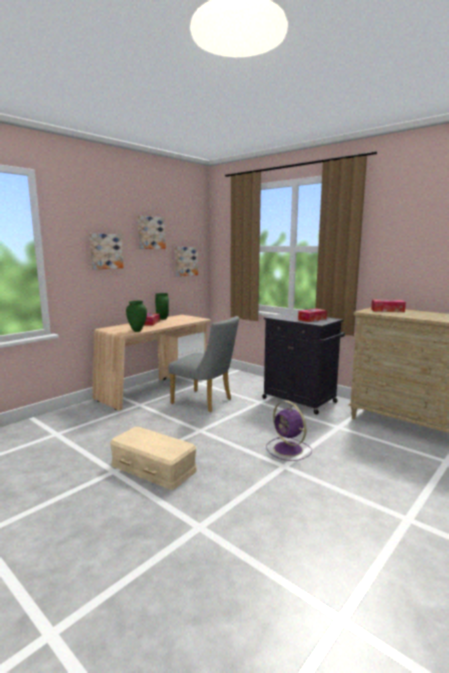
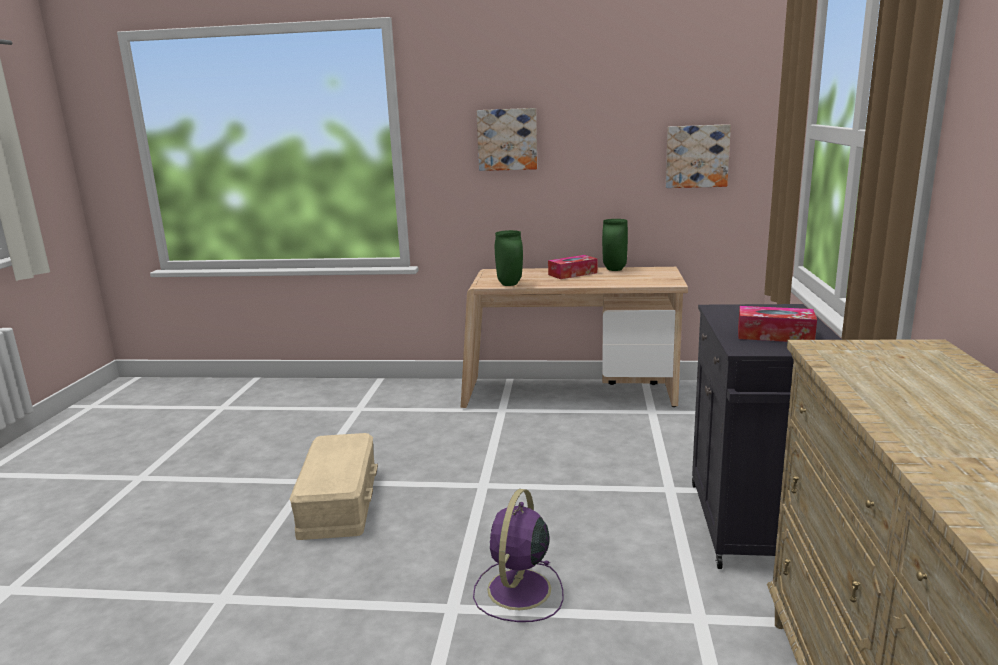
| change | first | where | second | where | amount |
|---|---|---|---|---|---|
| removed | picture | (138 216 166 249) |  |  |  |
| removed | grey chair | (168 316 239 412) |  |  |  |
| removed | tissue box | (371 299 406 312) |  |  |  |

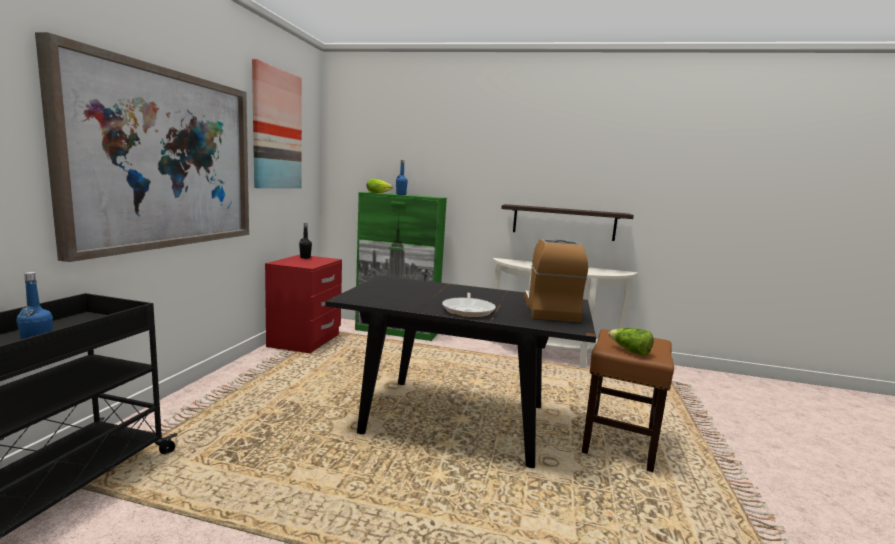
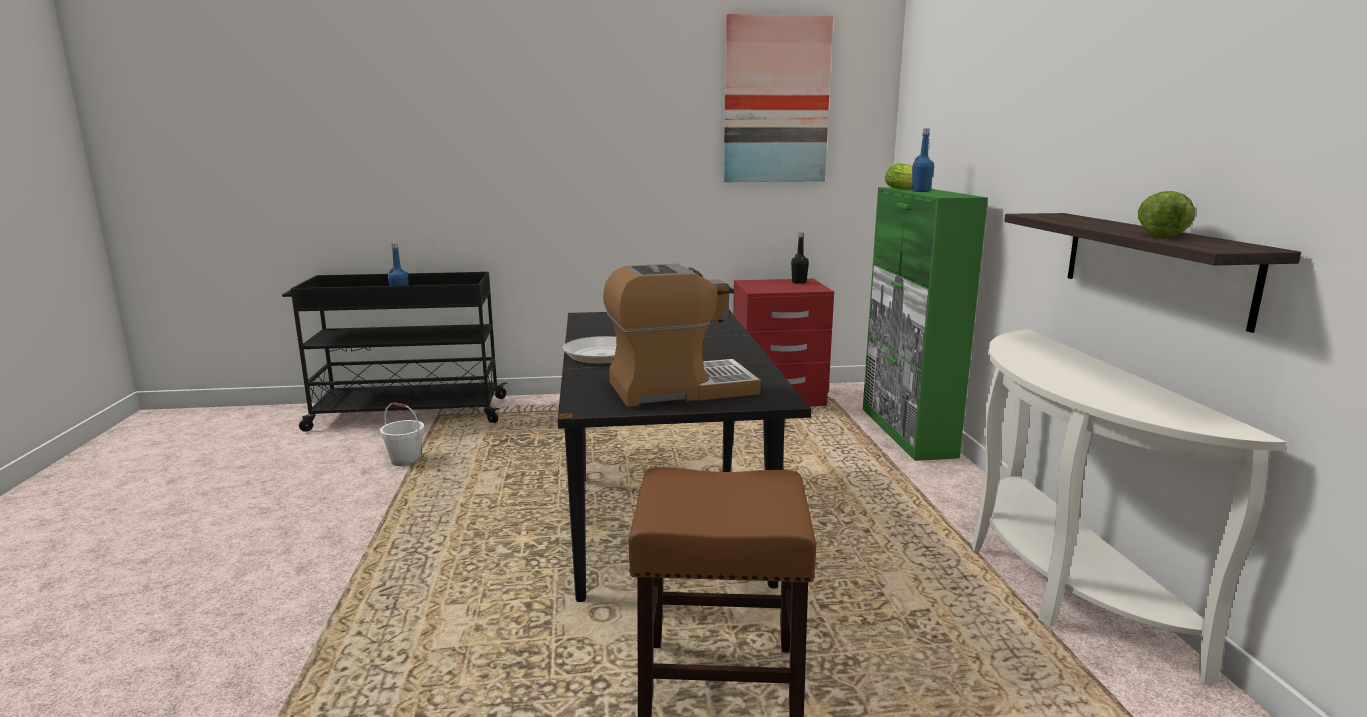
| change | first | where | second | where | amount |
|---|---|---|---|---|---|
| removed | picture | (35 32 249 262) |  |  |  |
| moved | lettuce | (608 328 654 356) |  | (1138 191 1195 237) |  |
| added |  |  | white bucket | (380 402 425 466) |  |

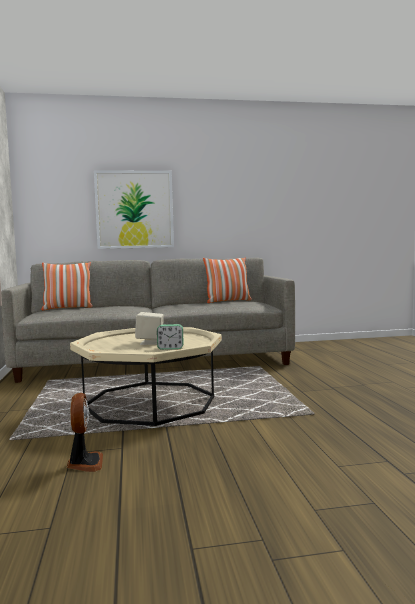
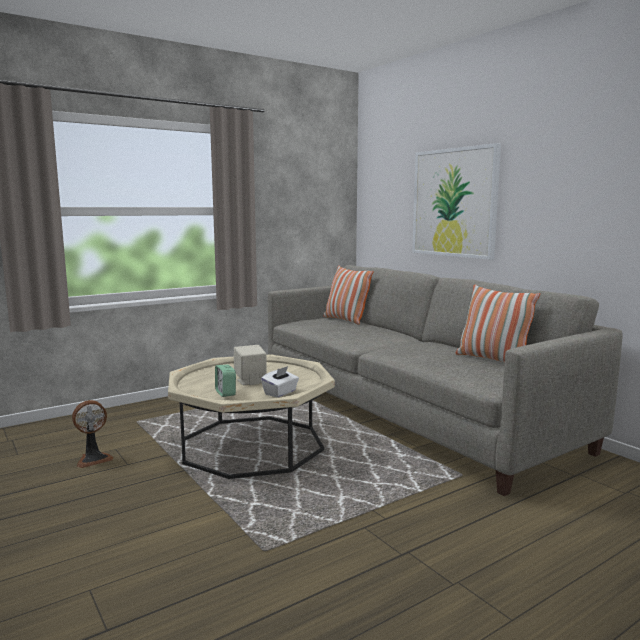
| change | first | where | second | where | amount |
|---|---|---|---|---|---|
| added |  |  | white tissue box | (261 366 299 398) |  |

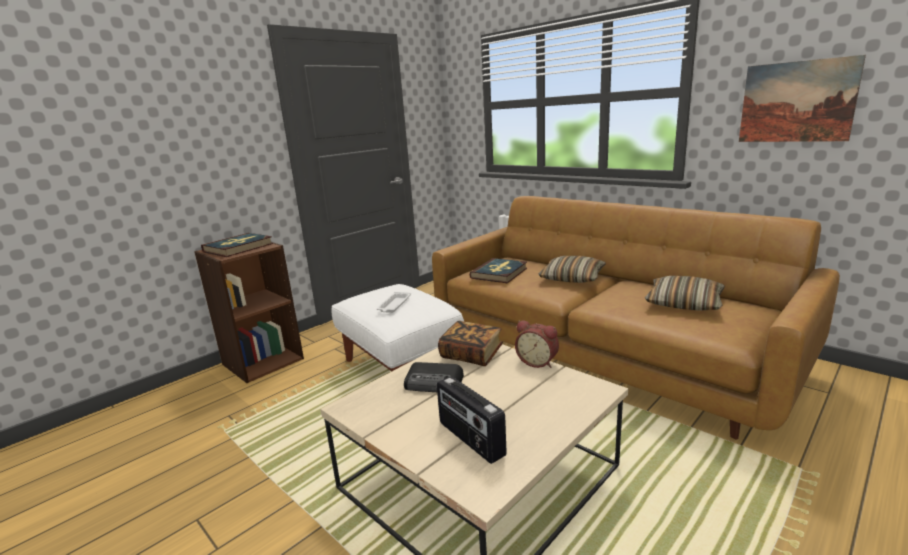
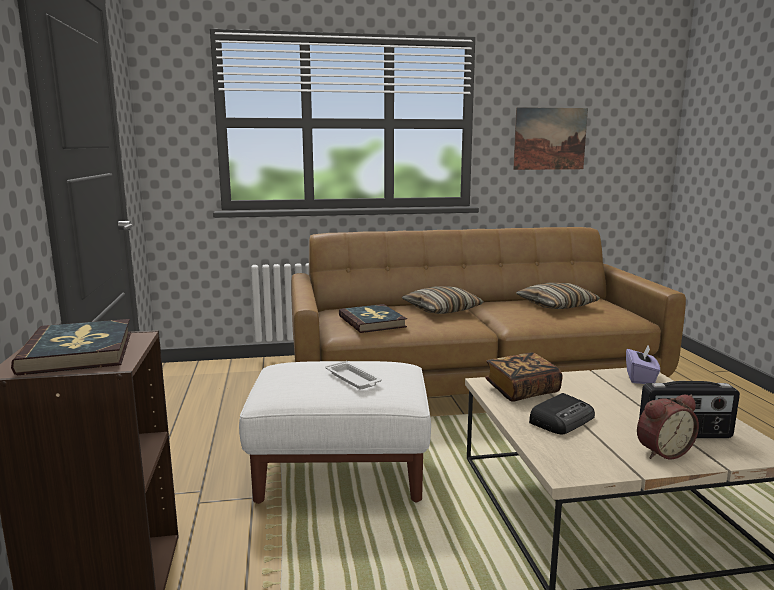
| change | first | where | second | where | amount |
|---|---|---|---|---|---|
| moved | alarm clock | (515 320 559 368) |  | (637 395 699 459) |  |
| added |  |  | purple tissue box | (626 344 660 384) |  |

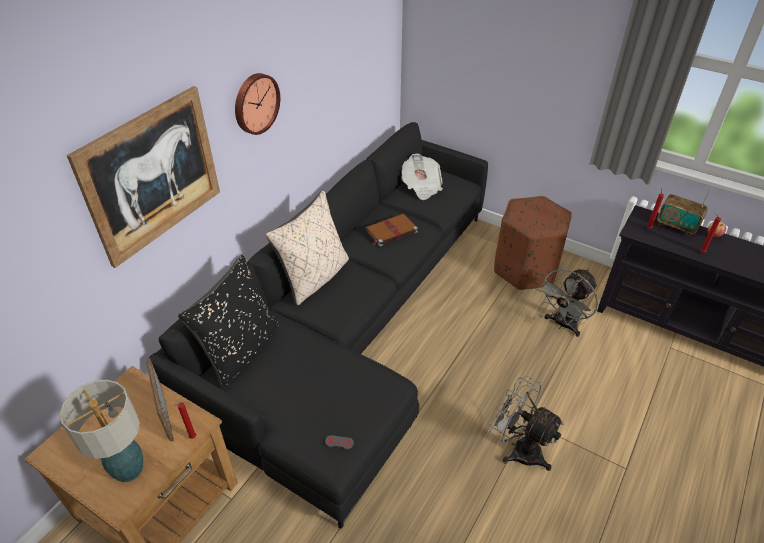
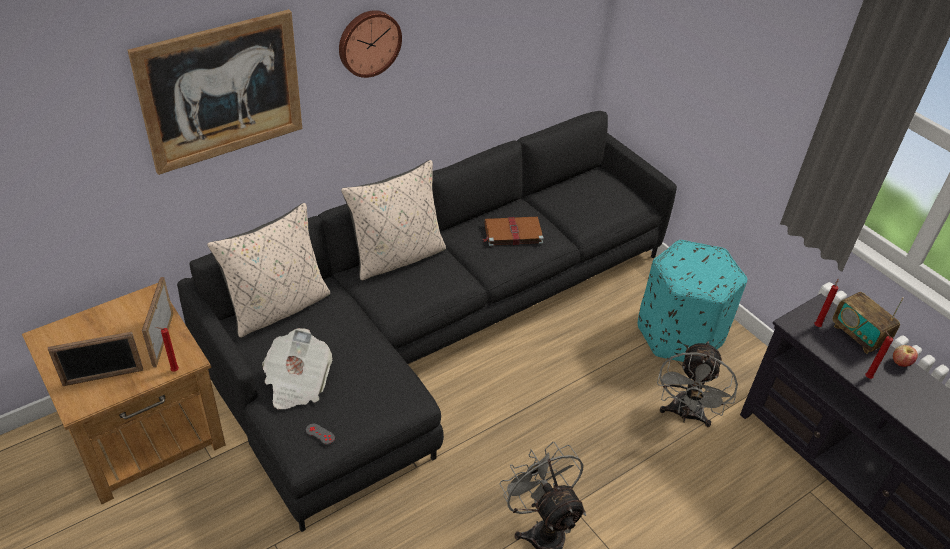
| change | first | where | second | where | amount |
|---|---|---|---|---|---|
| replaced | table lamp | (59 380 143 482) | picture frame | (48 332 143 386) |  |
| recoloured | black pillow | (178 255 279 387) | beige pillow | (207 203 330 338) |  |
| moved | newspaper | (401 154 443 200) |  | (262 328 333 410) |  |
| recoloured | brown ottoman | (494 196 572 290) | turquoise ottoman | (638 240 747 362) |  |
| turned | grey fan | (538 269 598 337) |  | (657 341 738 427) | 45 degrees counterclockwise |

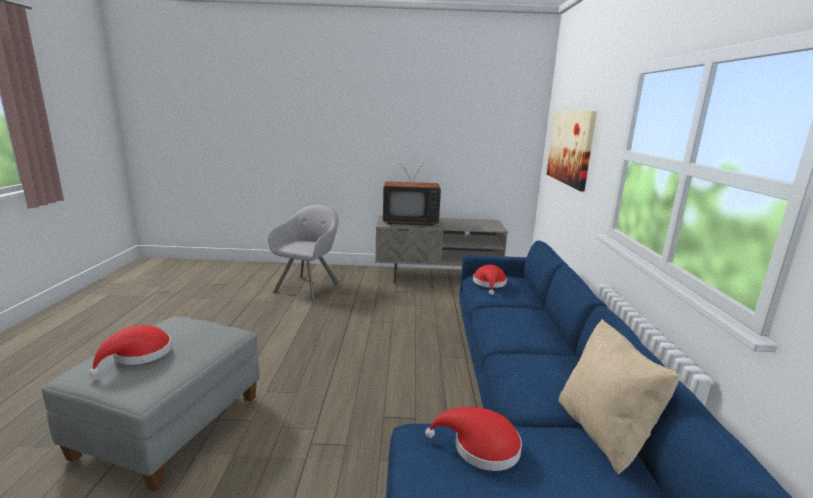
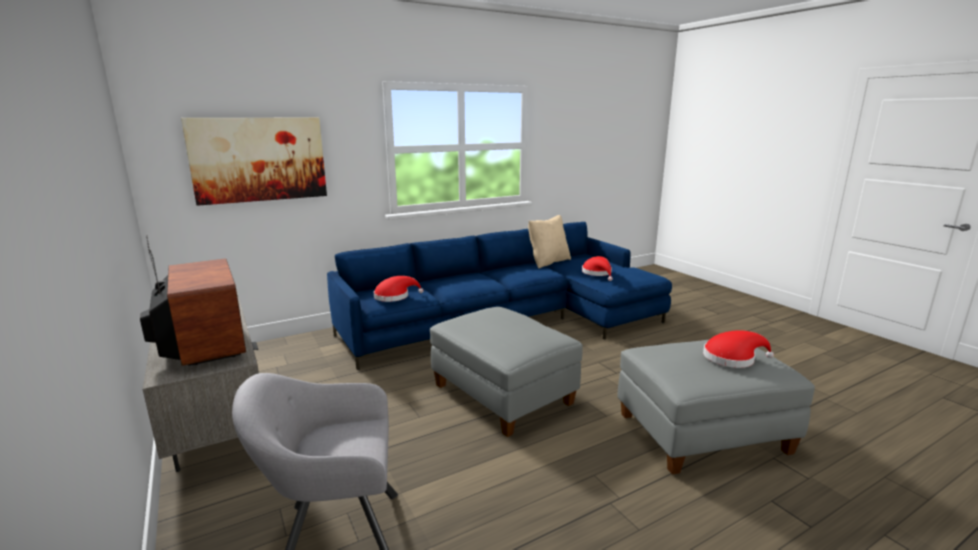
| change | first | where | second | where | amount |
|---|---|---|---|---|---|
| added |  |  | grey ottoman | (430 307 583 437) |  |

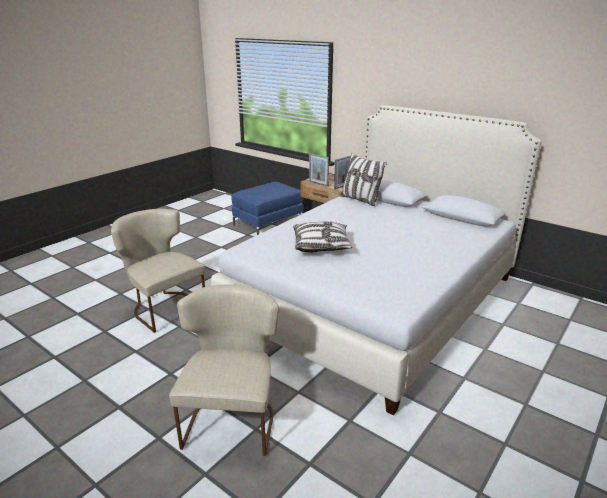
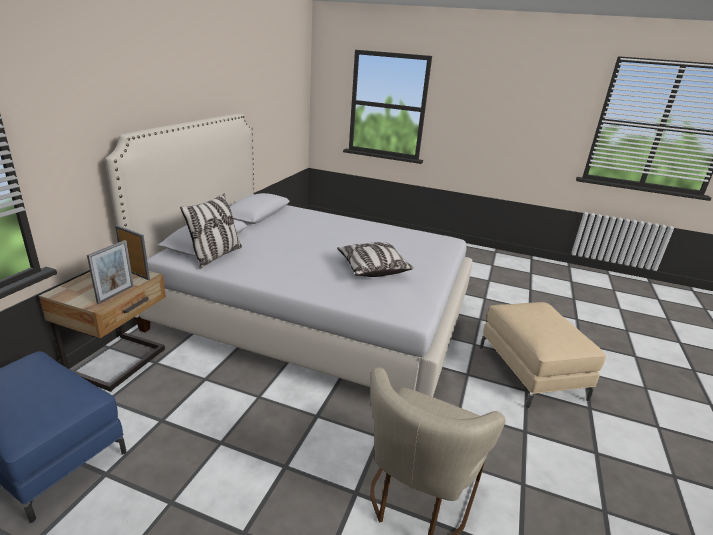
| change | first | where | second | where | amount |
|---|---|---|---|---|---|
| replaced | beige chair | (169 284 279 456) | beige ottoman | (480 302 606 409) |  |

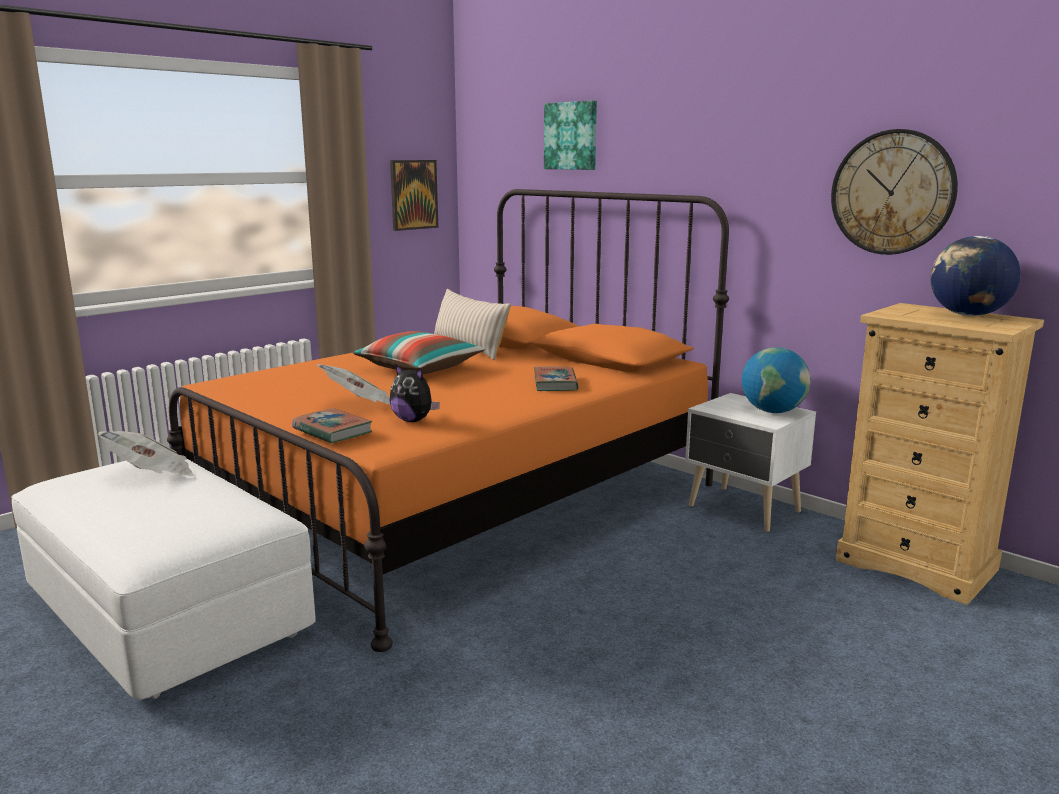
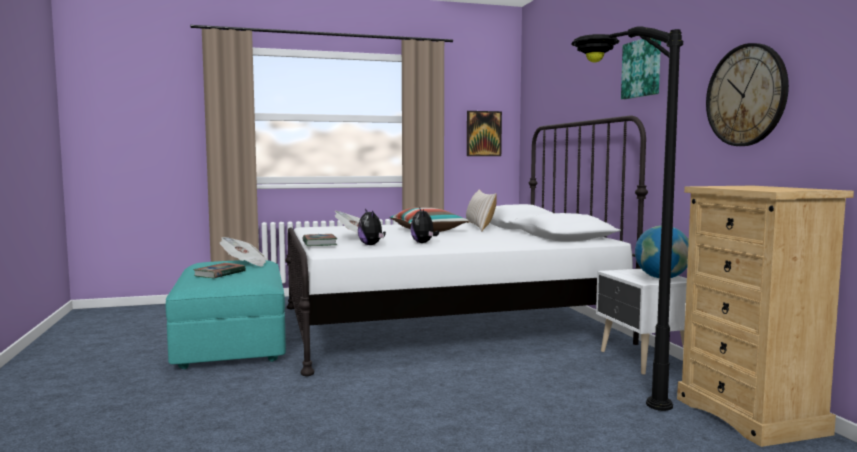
| change | first | where | second | where | amount |
|---|---|---|---|---|---|
| recoloured | white ottoman | (11 459 316 700) | turquoise ottoman | (165 260 286 369) |  |
| recoloured | orange bed | (167 189 729 652) | white bed | (285 116 648 376) |  |
| moved | book | (534 367 579 391) |  | (193 263 246 278) |  |
| moved | picture | (544 101 597 170) |  | (621 38 661 99) |  |
| removed | globe | (931 236 1020 316) |  |  |  |
| added |  |  | plush toy | (411 207 439 243) |  |
| added |  |  | black floor lamp | (571 26 683 411) |  |

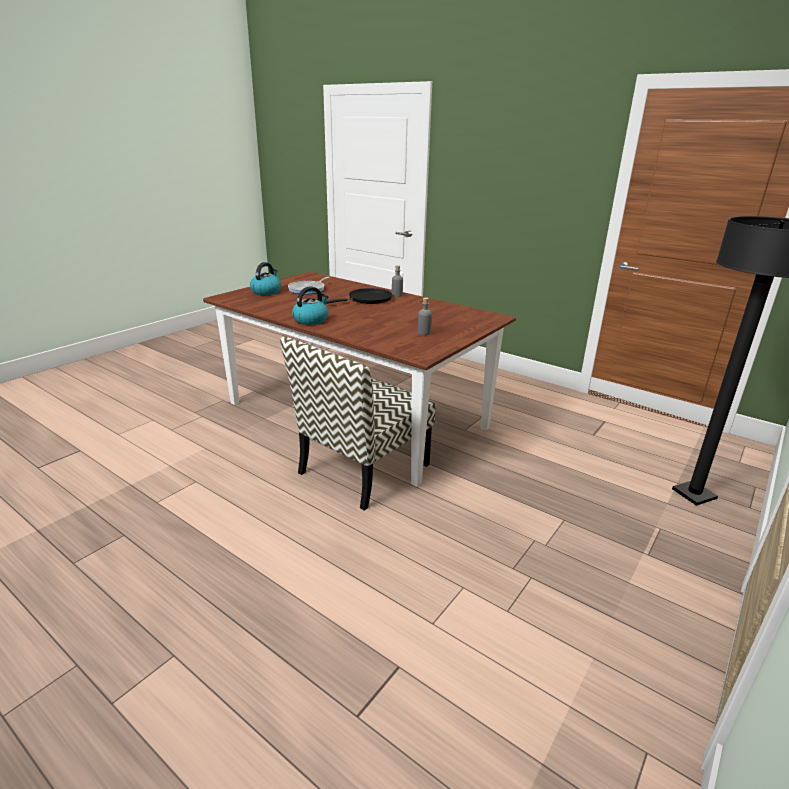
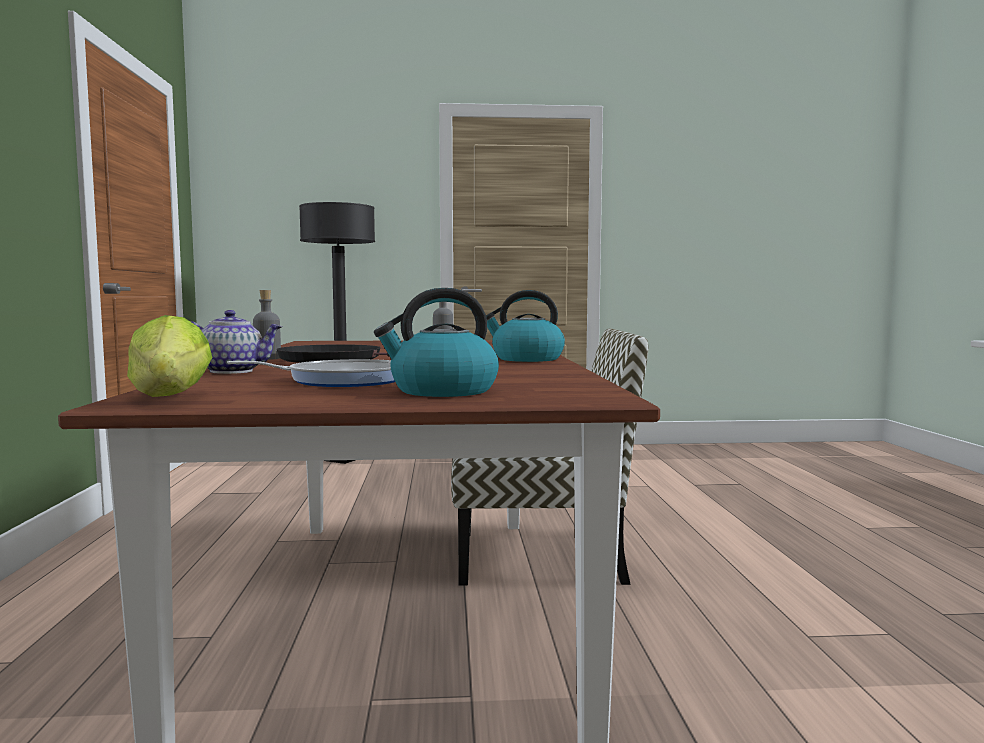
| change | first | where | second | where | amount |
|---|---|---|---|---|---|
| added |  |  | lettuce | (127 315 212 397) |  |
| added |  |  | teapot | (190 310 283 374) |  |

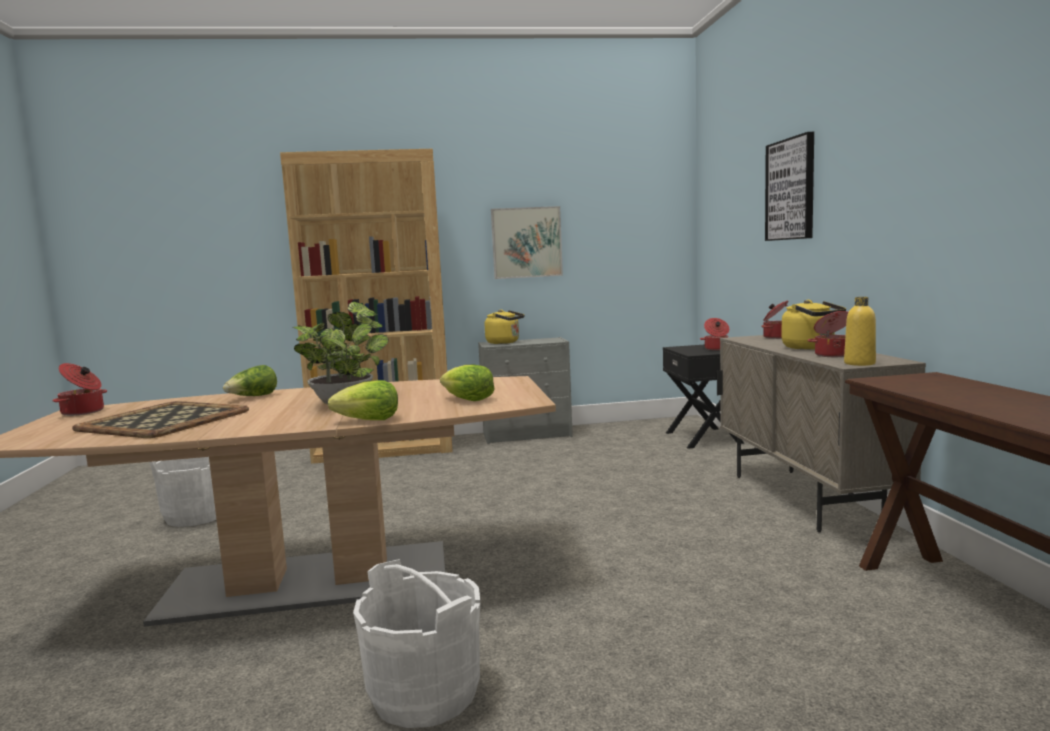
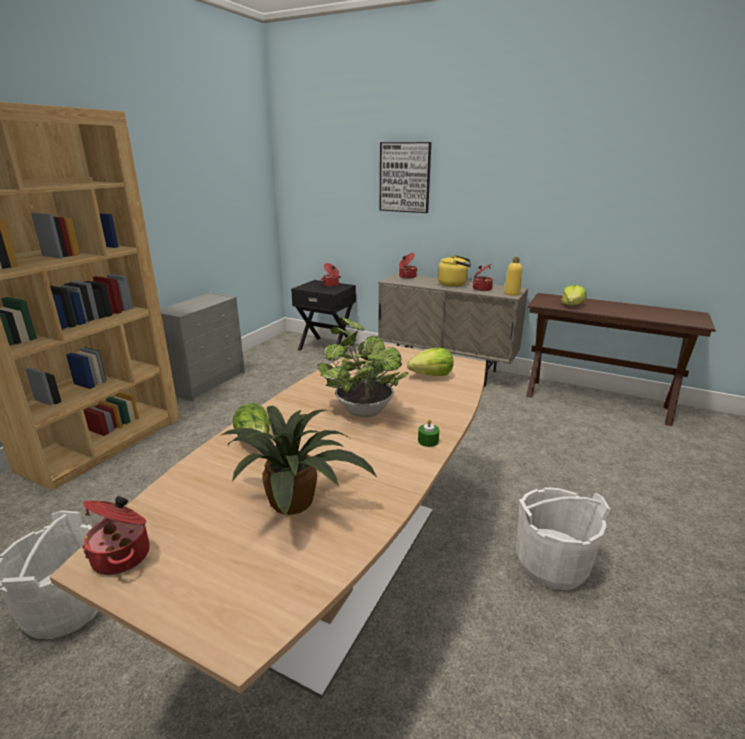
| change | first | where | second | where | amount |
|---|---|---|---|---|---|
| replaced | tray | (72 401 249 438) | potted plant | (221 406 377 516) |  |
| moved | lettuce | (328 380 398 420) |  | (561 285 586 305) |  |
| removed | yellow kettle | (485 310 524 344) |  |  |  |
| removed | picture | (491 206 563 279) |  |  |  |
| added |  |  | green candle | (418 419 439 447) |  |

